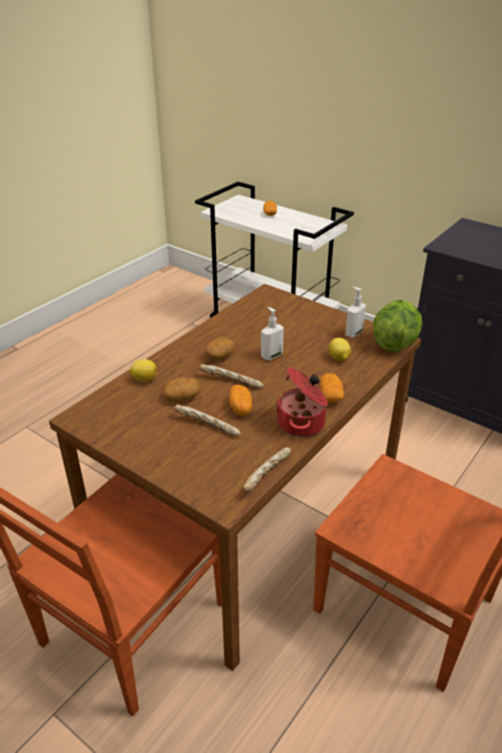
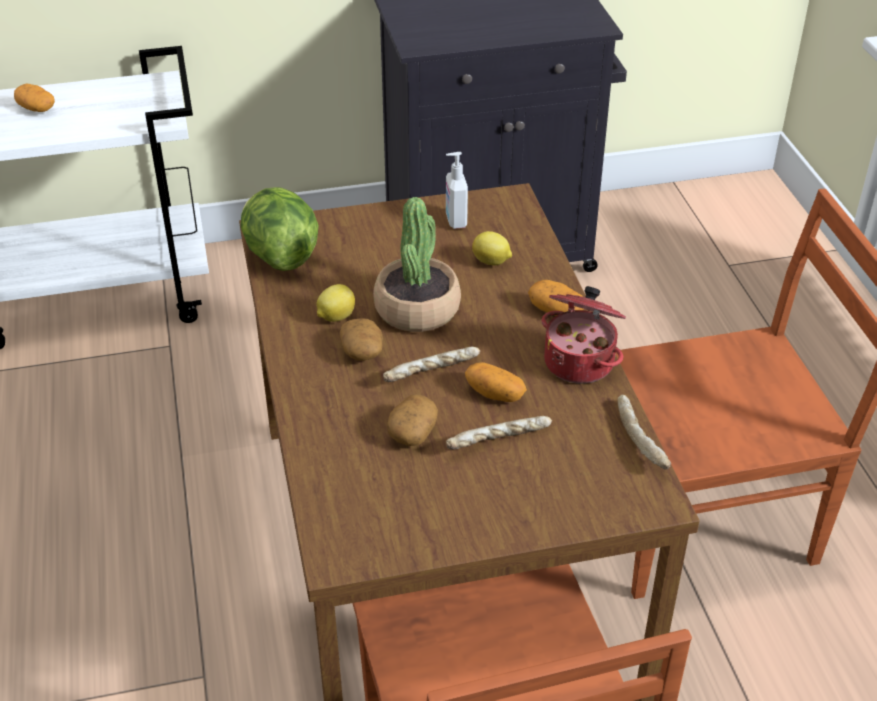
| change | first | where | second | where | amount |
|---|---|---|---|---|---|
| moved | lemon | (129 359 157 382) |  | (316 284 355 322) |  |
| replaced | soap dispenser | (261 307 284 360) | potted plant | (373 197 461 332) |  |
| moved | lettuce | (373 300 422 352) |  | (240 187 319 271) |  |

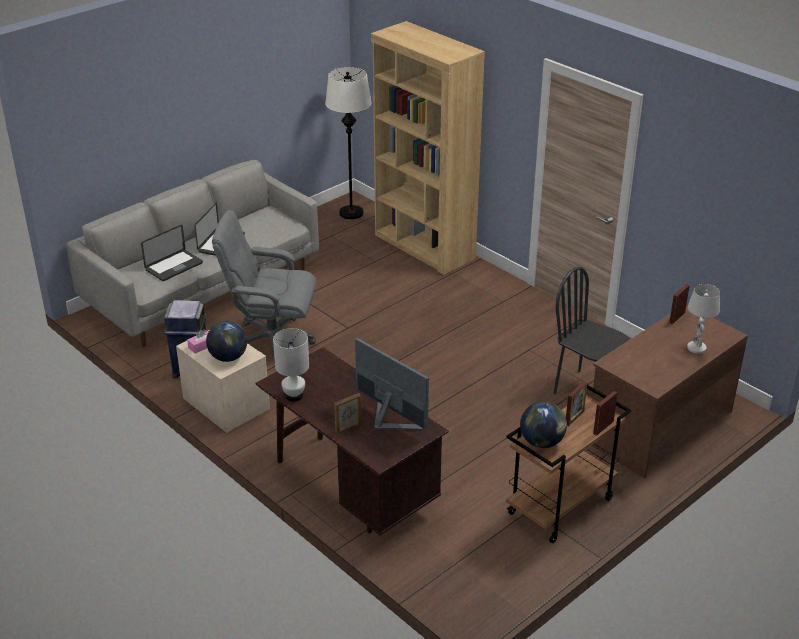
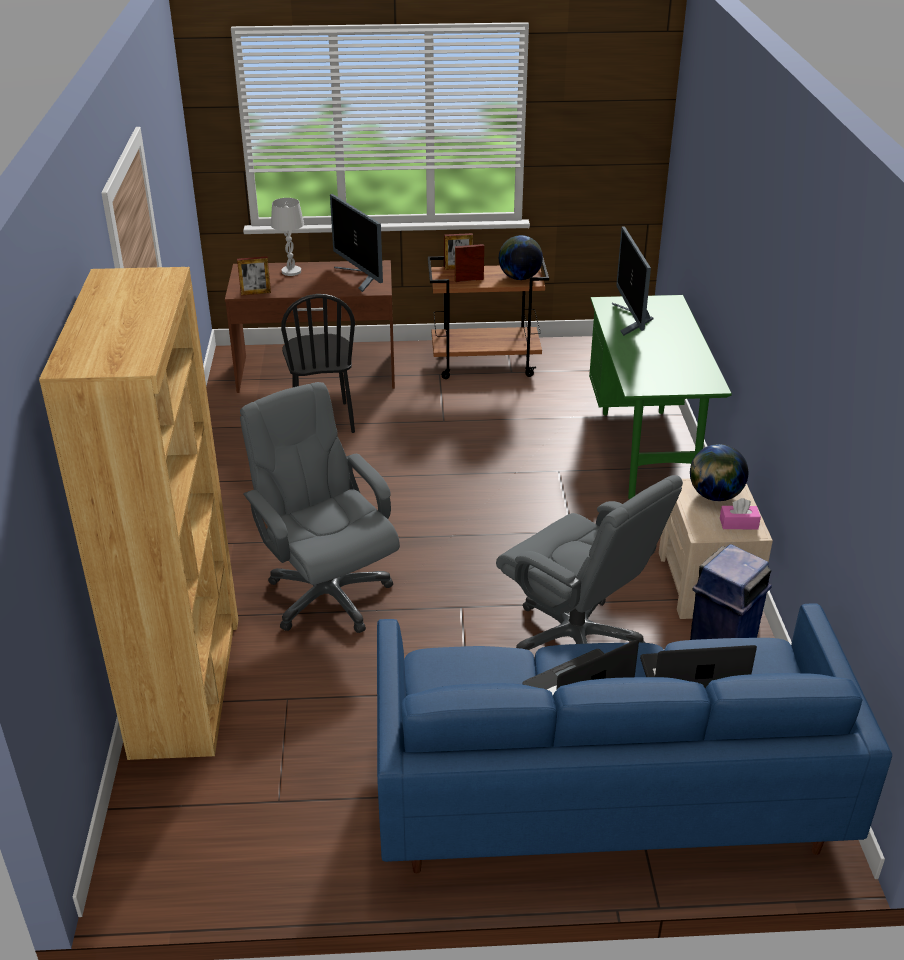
| change | first | where | second | where | amount |
|---|---|---|---|---|---|
| recoloured | grey sofa | (66 160 319 347) | blue sofa | (377 603 892 873) |  |
| recoloured | brown desk | (256 347 449 535) | green desk | (589 295 732 499) |  |
| removed | white table lamp | (273 328 309 402) |  |  |  |
| removed | white floor lamp | (325 67 372 219) |  |  |  |
| removed | picture frame | (334 393 361 434) |  |  |  |
| added |  |  | grey office chair | (240 382 400 633) |  |
| added |  |  | monitor | (330 194 383 292) |  |

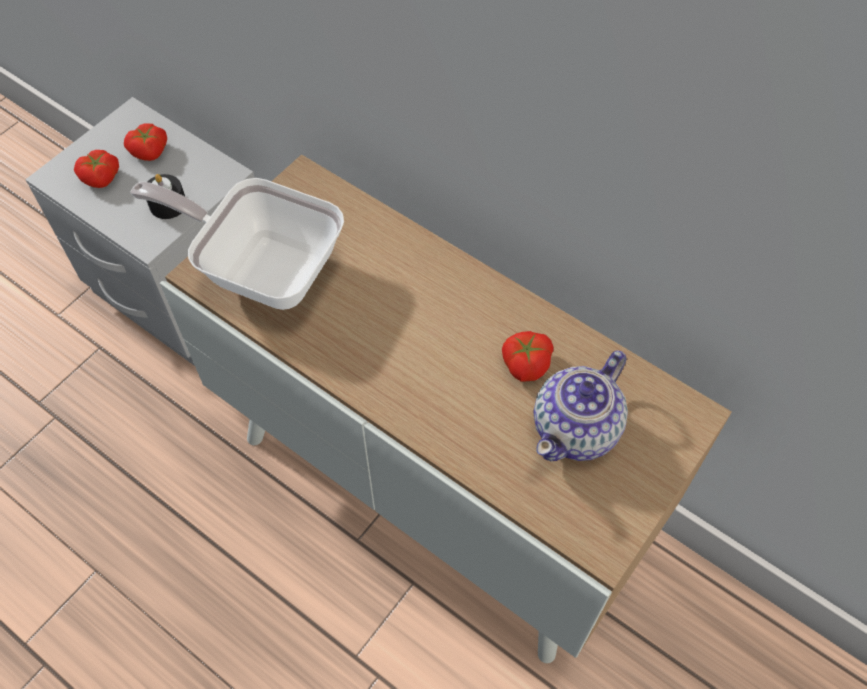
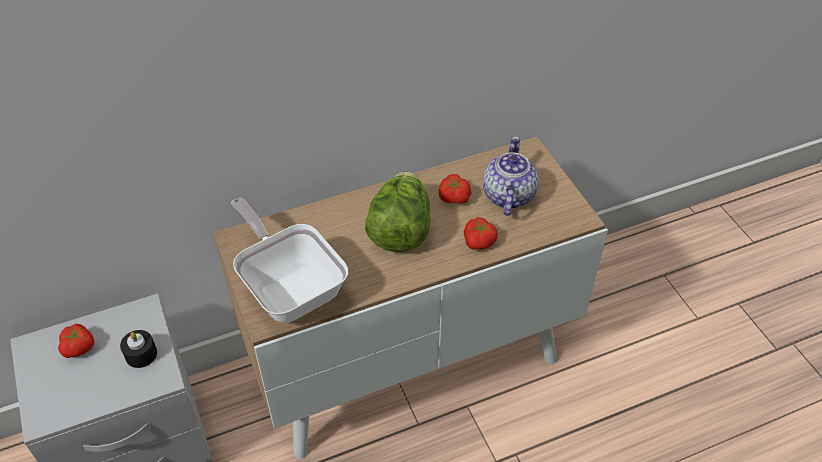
| change | first | where | second | where | amount |
|---|---|---|---|---|---|
| moved | tomato | (74 150 119 188) |  | (464 217 498 250) |  |
| turned | frying pan | (130 178 344 310) |  | (231 198 348 323) | 90 degrees clockwise |
| turned | teapot | (533 351 628 461) |  | (483 136 539 216) | 150 degrees counterclockwise |
| added |  |  | lettuce | (365 172 430 252) |  |

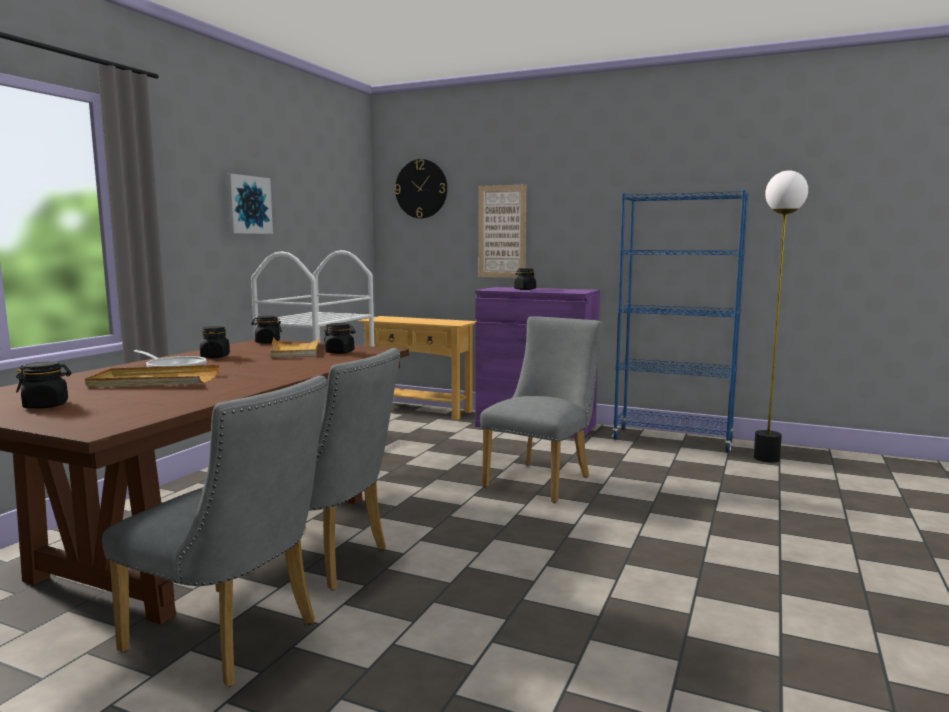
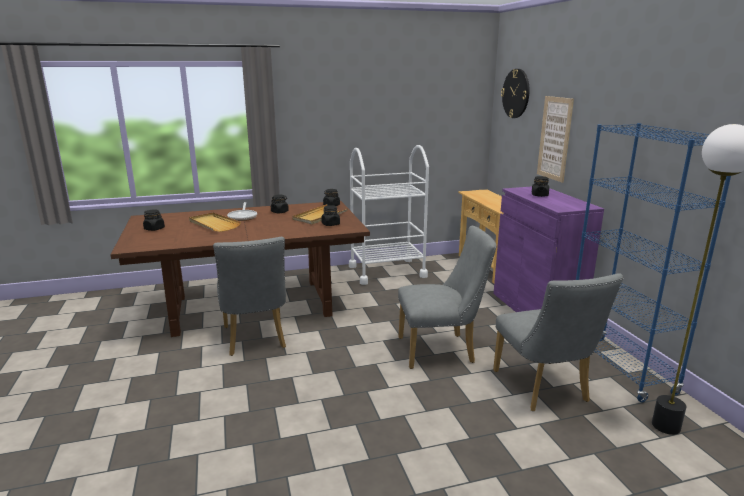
| change | first | where | second | where | amount |
|---|---|---|---|---|---|
| moved | grey chair | (102 375 328 687) |  | (493 273 623 411) |  |
| removed | picture | (225 173 273 234) |  |  |  |

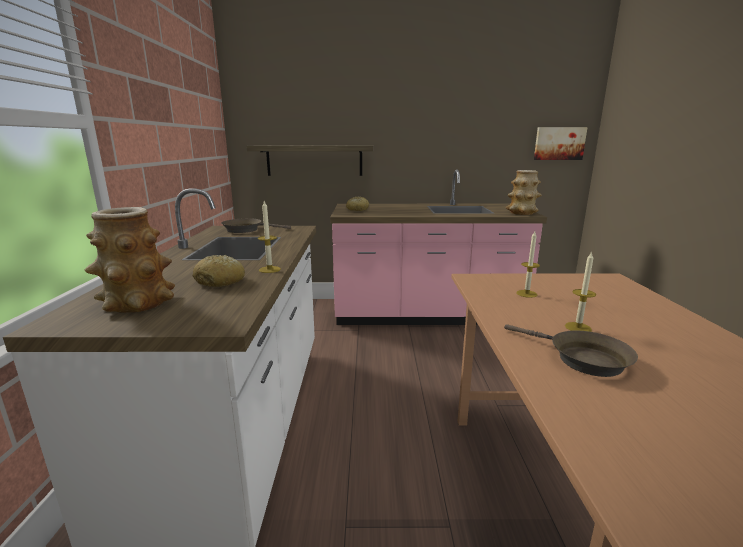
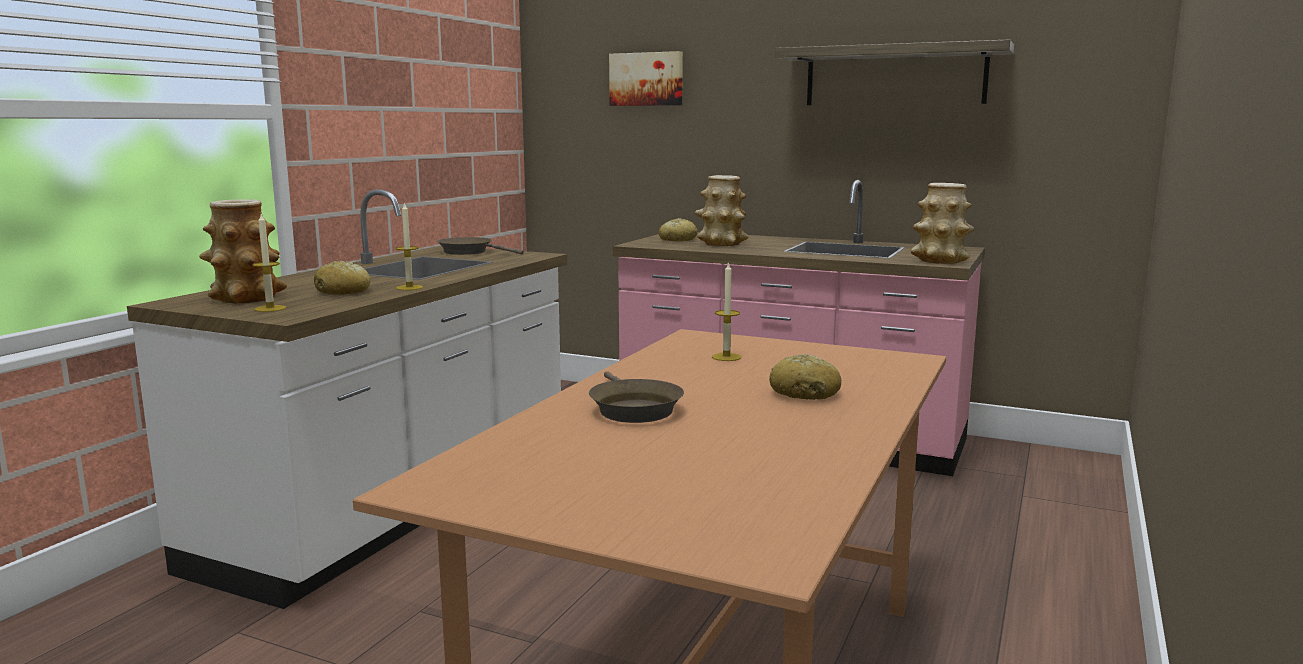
| change | first | where | second | where | amount |
|---|---|---|---|---|---|
| moved | shelf | (246 145 373 176) |  | (775 39 1014 105) |  |
| moved | picture | (534 127 587 160) |  | (609 51 683 106) |  |
| moved | candle | (565 251 596 332) |  | (252 214 286 312) |  |
| added |  |  | vase | (695 175 749 246) |  |
| added |  |  | bread | (769 354 841 400) |  |

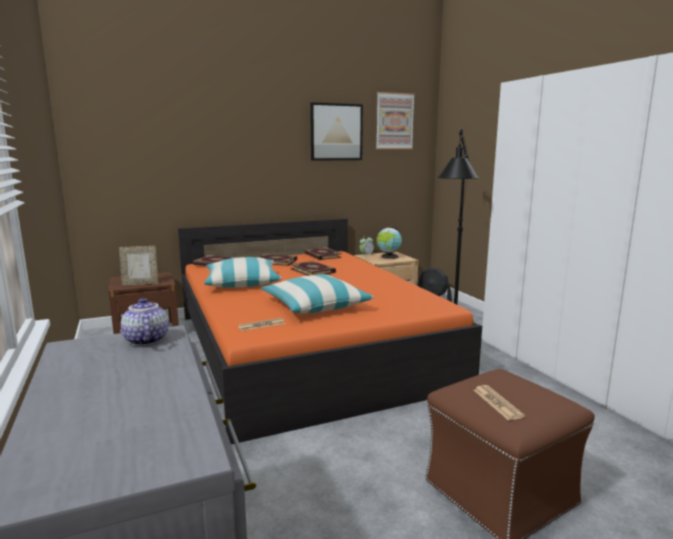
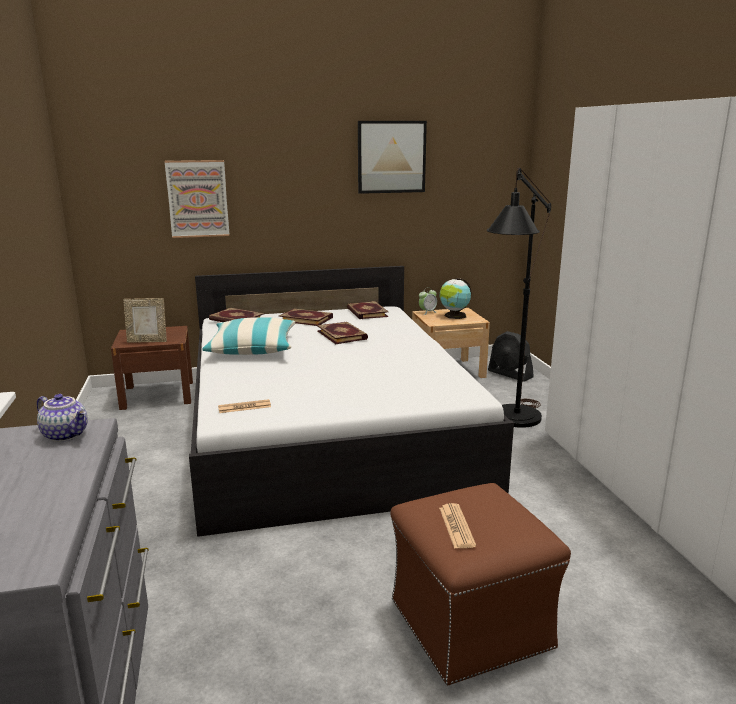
| change | first | where | second | where | amount |
|---|---|---|---|---|---|
| turned | teapot | (121 298 169 346) |  | (37 394 88 442) | 135 degrees clockwise |
| recoloured | orange bed | (178 219 482 444) | white bed | (189 266 514 537) |  |
| removed | pillow | (261 274 374 314) |  |  |  |
| moved | picture | (376 92 415 149) |  | (165 160 230 238) |  |

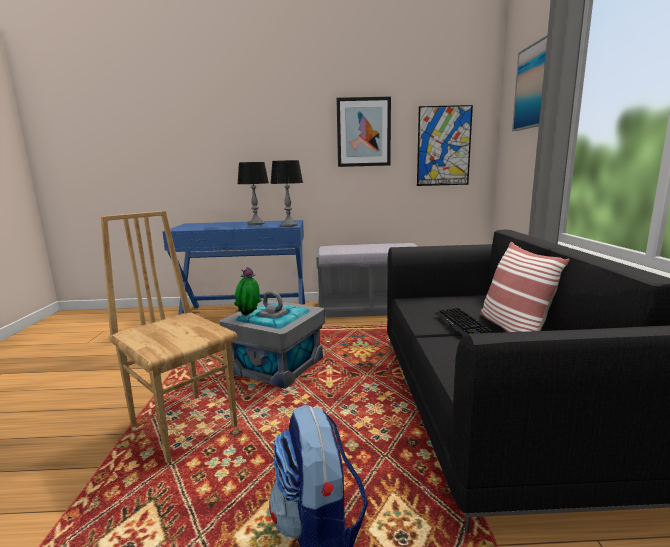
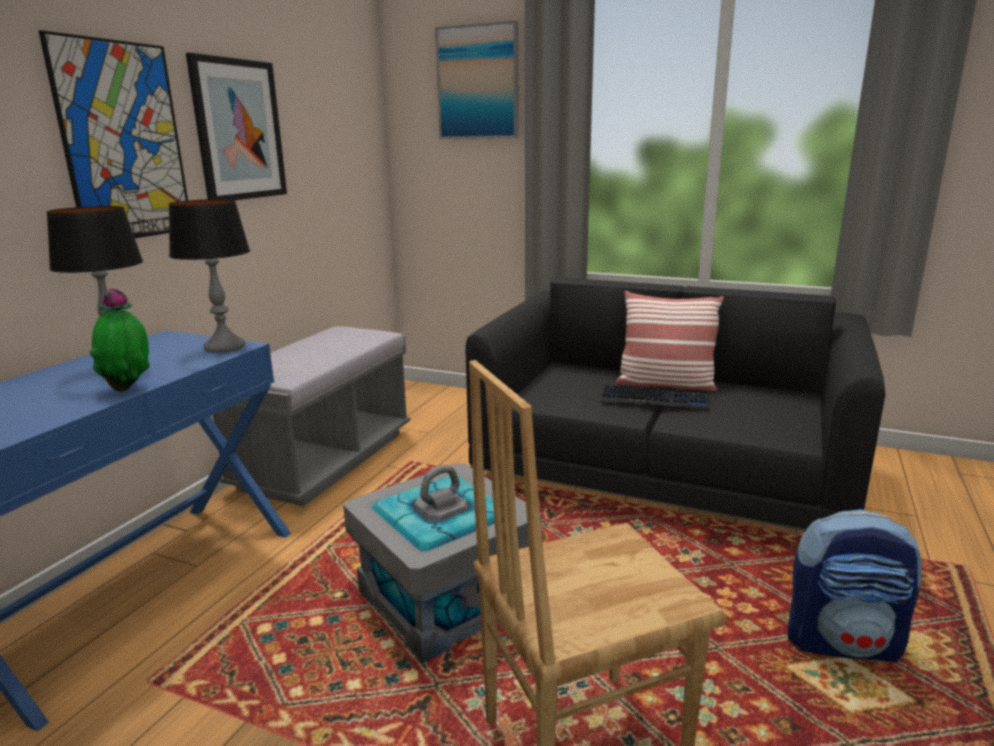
| change | first | where | second | where | amount |
|---|---|---|---|---|---|
| moved | potted plant | (234 267 261 315) |  | (89 288 150 391) |  |
| moved | picture | (417 105 473 186) |  | (39 30 188 238) |  |

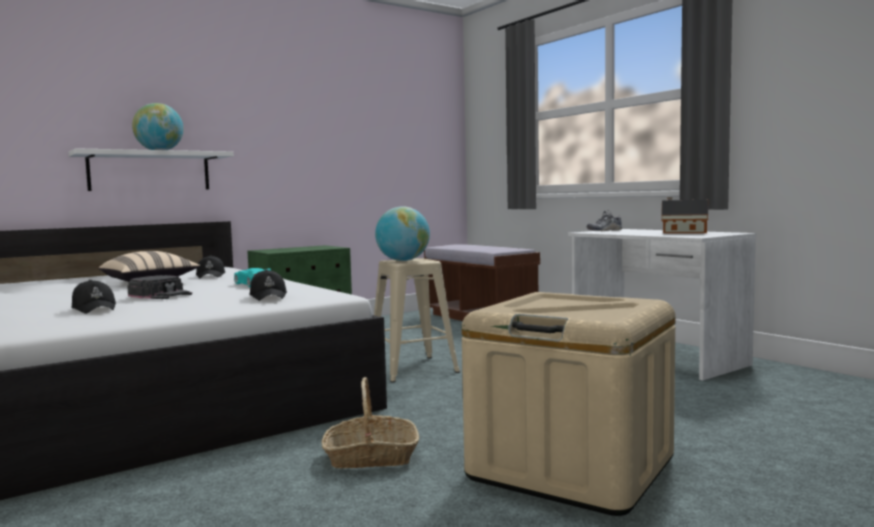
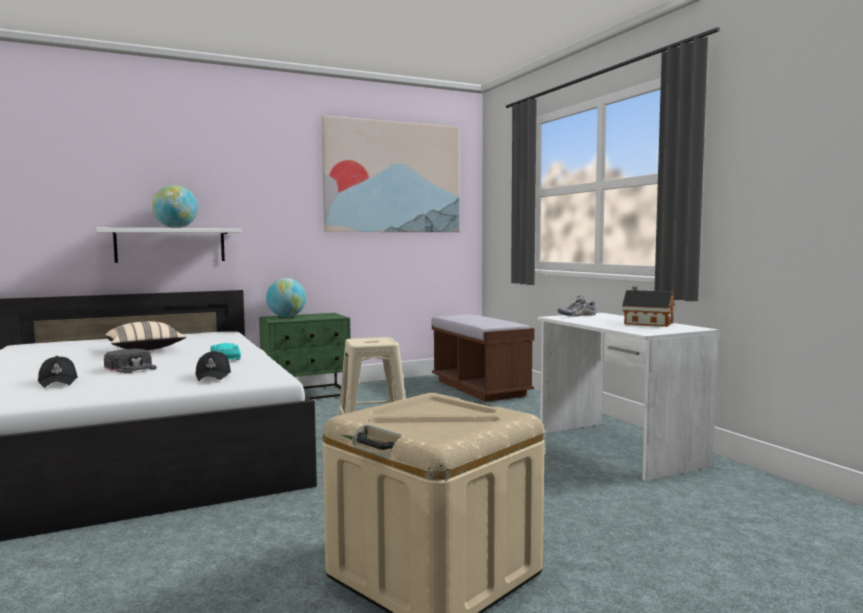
| change | first | where | second | where | amount |
|---|---|---|---|---|---|
| removed | black cap | (196 255 225 278) |  |  |  |
| removed | basket | (322 377 419 468) |  |  |  |
| moved | globe | (375 206 430 261) |  | (266 278 306 317) |  |
| added |  |  | picture | (321 115 460 232) |  |

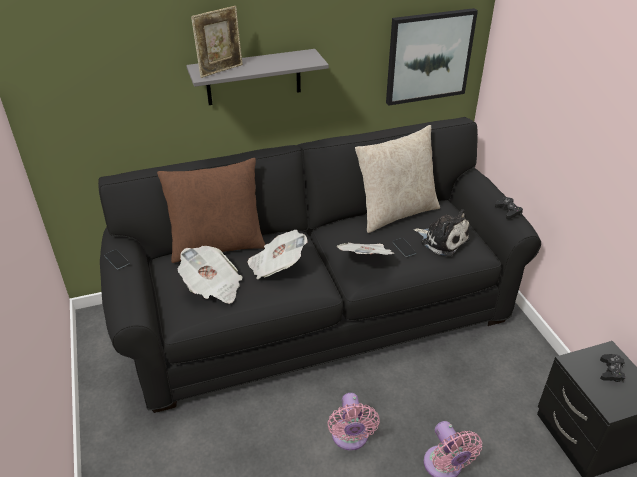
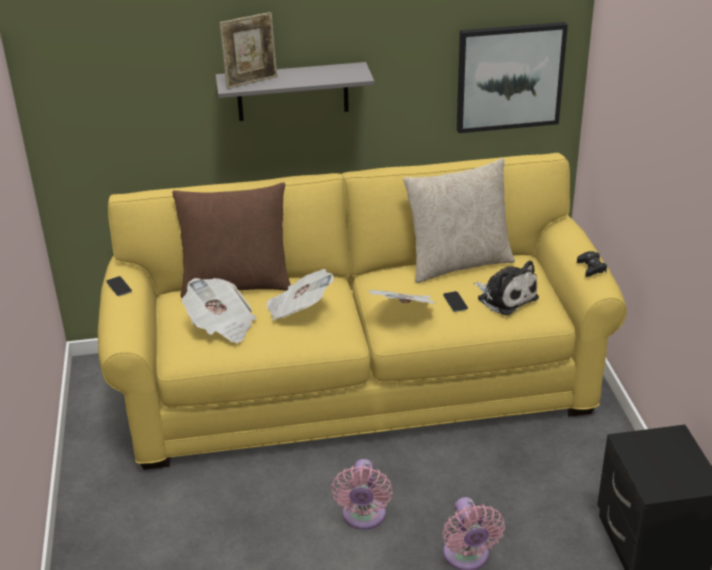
| change | first | where | second | where | amount |
|---|---|---|---|---|---|
| recoloured | black sofa | (98 117 541 413) | yellow sofa | (98 153 627 470) |  |
| removed | black game controller | (600 354 626 383) |  |  |  |

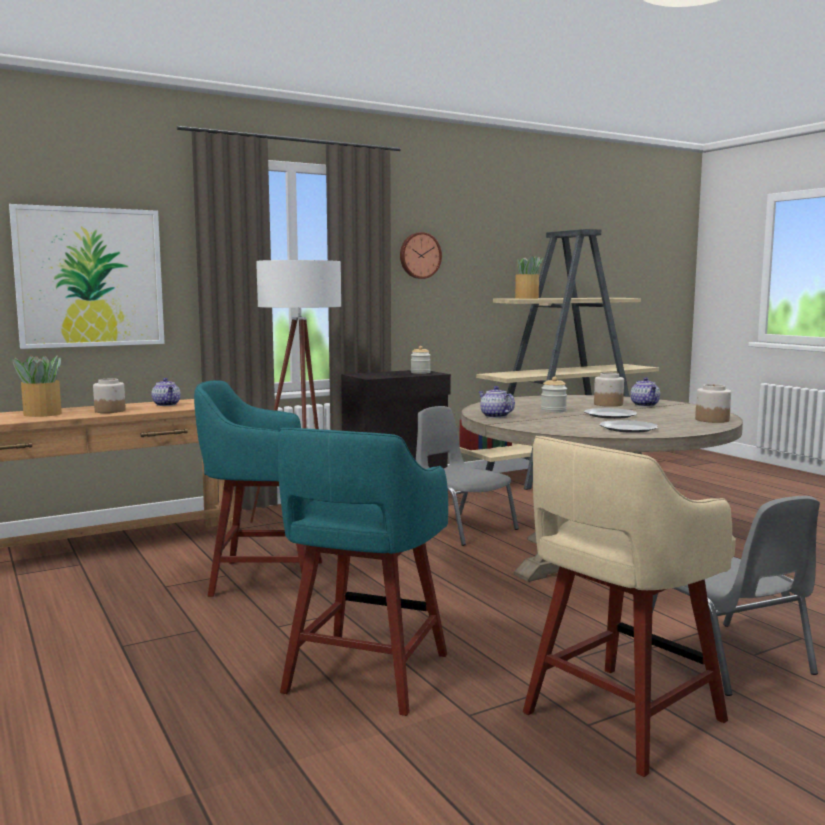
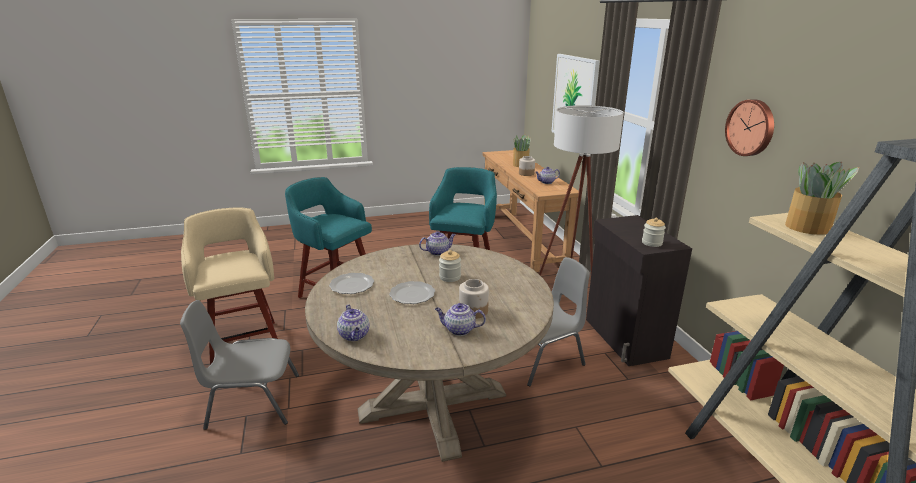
| change | first | where | second | where | amount |
|---|---|---|---|---|---|
| replaced | jar | (695 384 731 423) | teapot | (337 304 370 341) |  |

